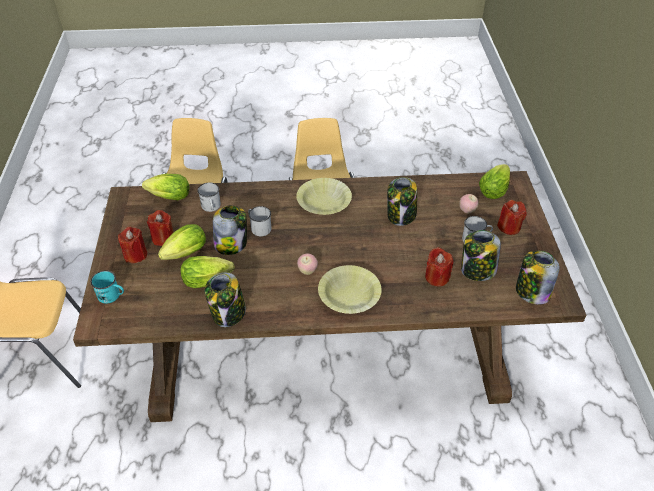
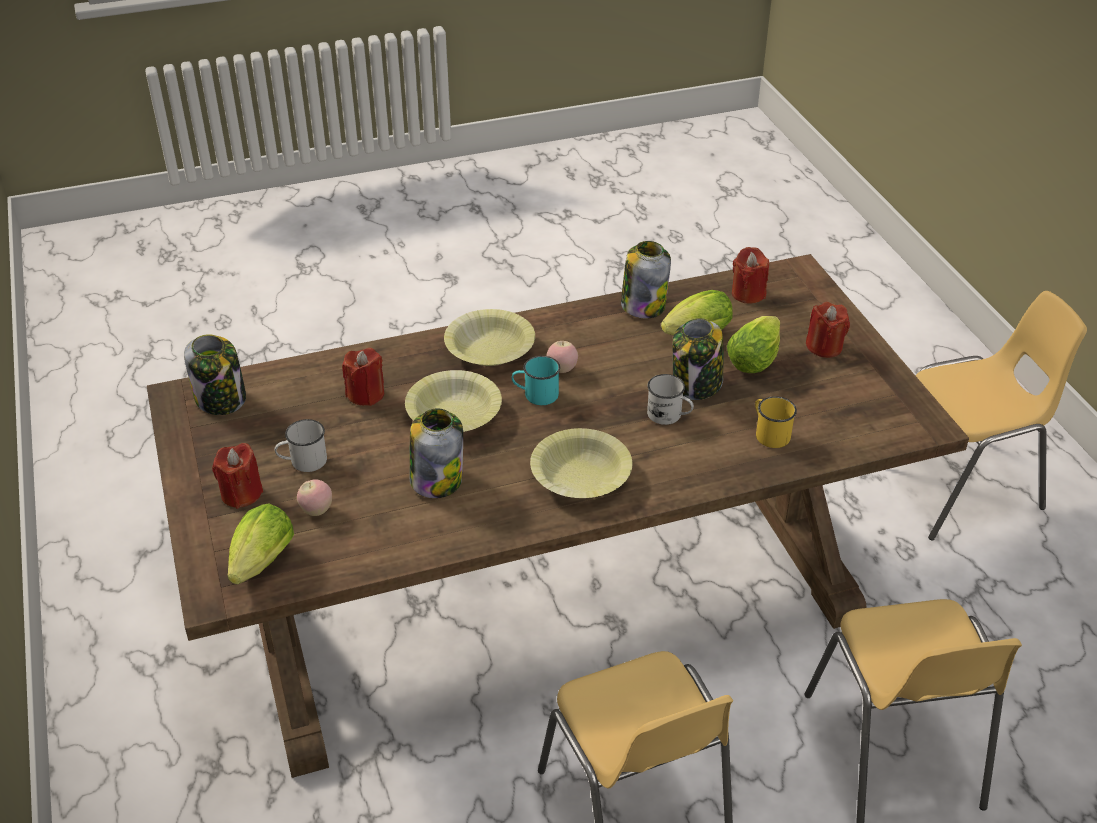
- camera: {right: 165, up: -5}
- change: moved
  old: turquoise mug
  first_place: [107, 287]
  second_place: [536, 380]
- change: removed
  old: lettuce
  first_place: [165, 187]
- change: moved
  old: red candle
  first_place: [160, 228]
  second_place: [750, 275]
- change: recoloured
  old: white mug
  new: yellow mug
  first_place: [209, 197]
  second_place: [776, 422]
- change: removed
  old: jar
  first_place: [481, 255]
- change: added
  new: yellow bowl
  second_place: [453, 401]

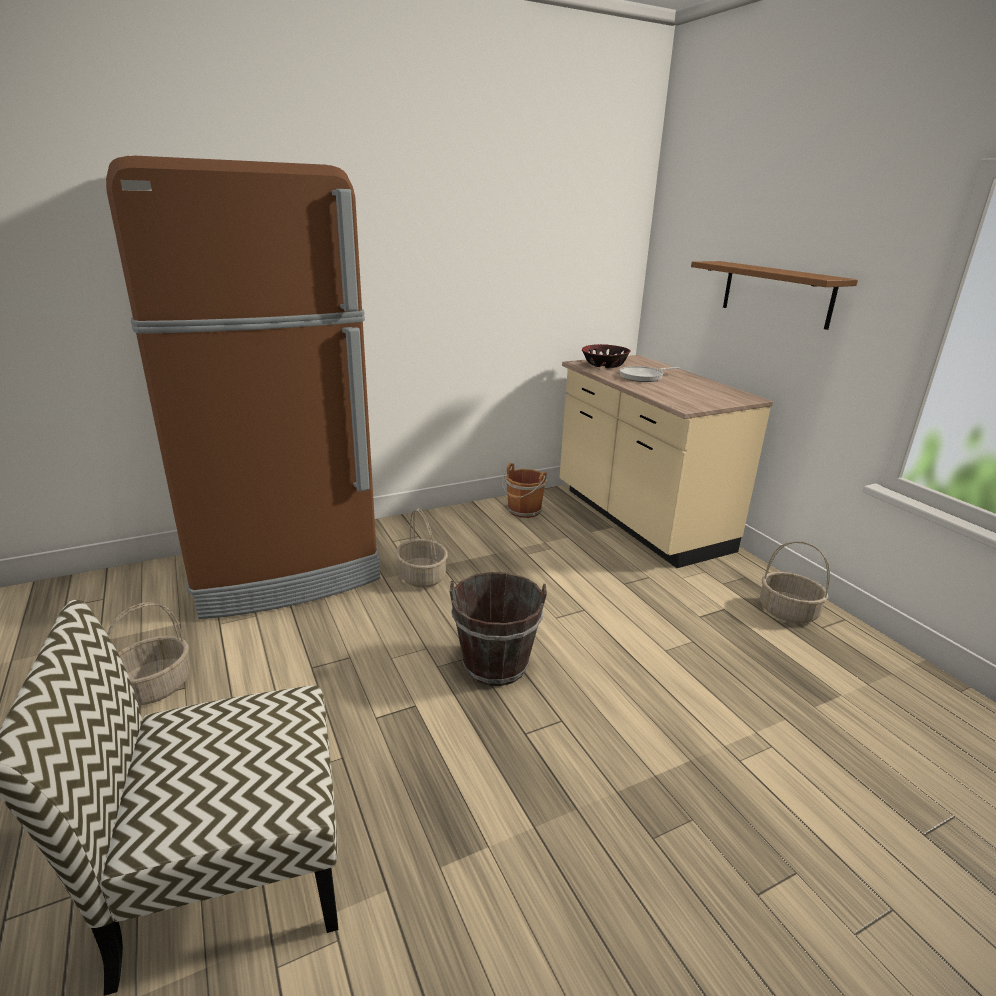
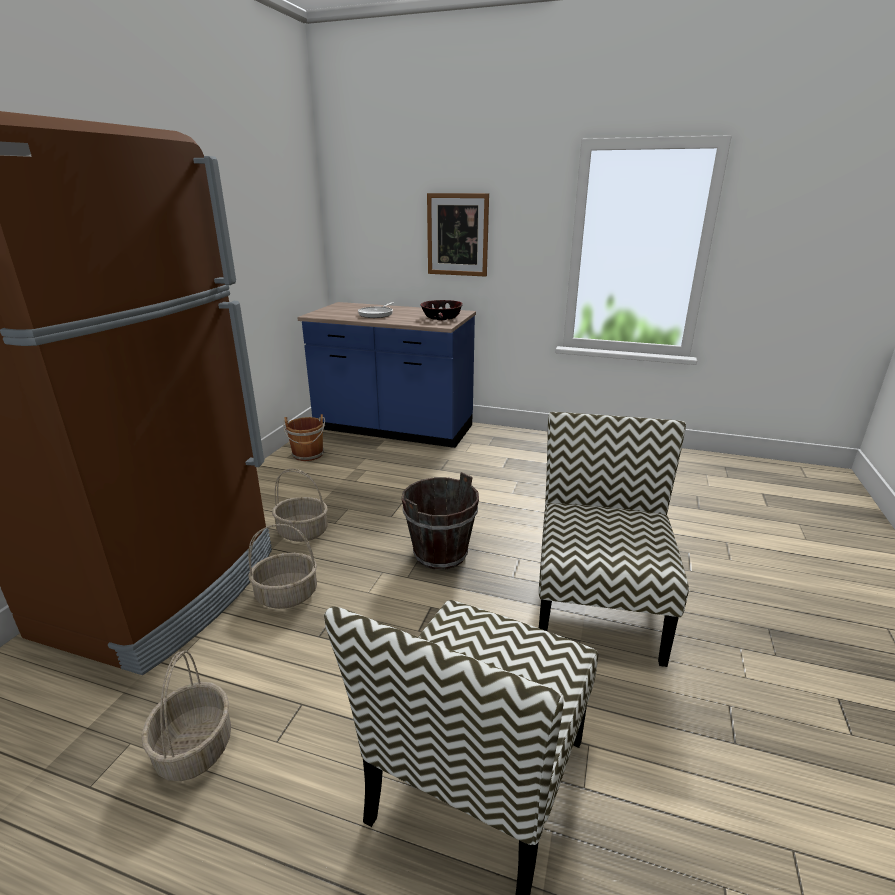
- camera: {right: -45, up: 0}
- change: recoloured
  old: beige counter
  new: blue counter
  first_place: [666, 461]
  second_place: [386, 375]
- change: moved
  old: bowl
  first_place: [606, 356]
  second_place: [441, 310]
- change: replaced
  old: brown shelf
  new: picture
  first_place: [774, 295]
  second_place: [458, 235]
- change: moved
  old: basket
  first_place: [795, 582]
  second_place: [282, 566]
- change: added
  new: chair
  second_place: [614, 539]

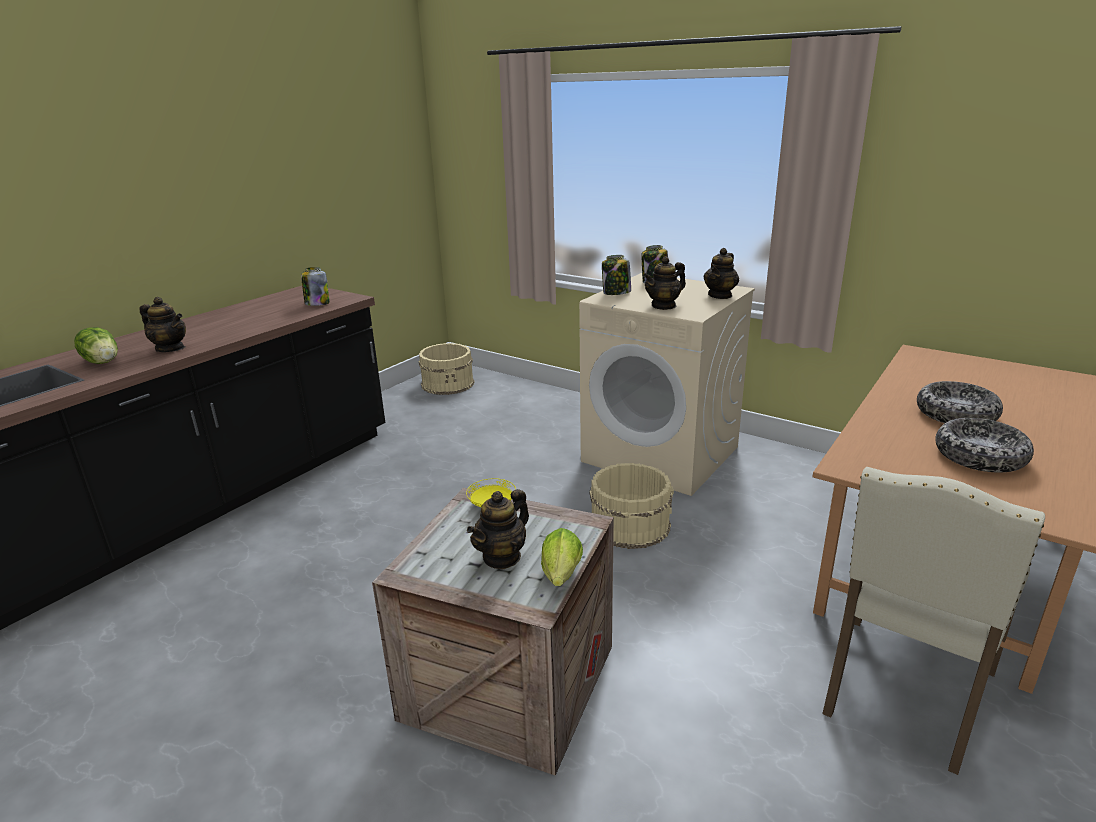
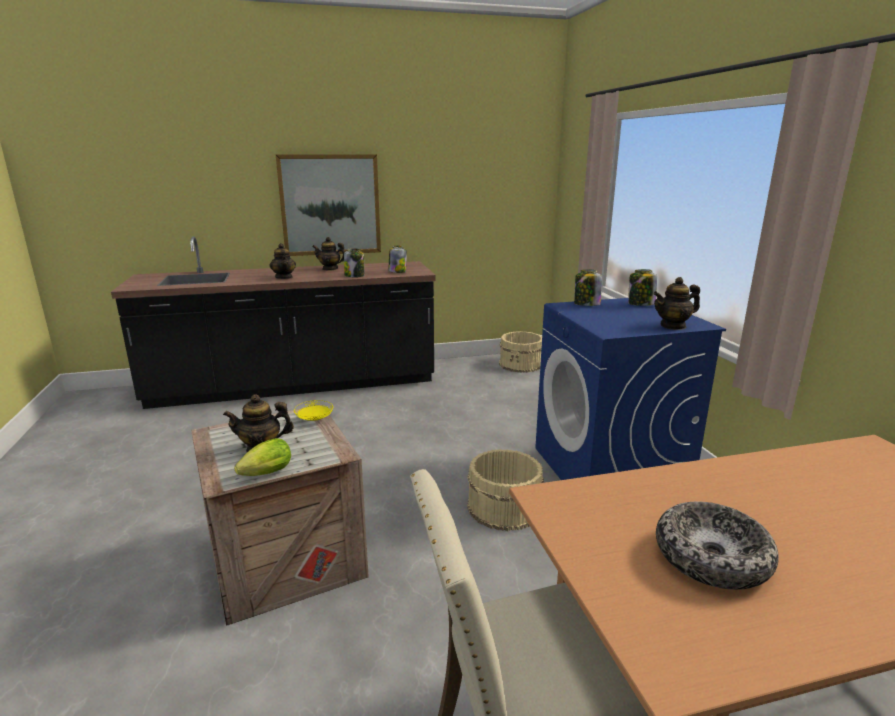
- camera: {right: 40, up: -5}
- change: removed
  old: lettuce
  first_place: [96, 345]
- change: recoloured
  old: beige washing machine
  new: blue washing machine
  first_place: [667, 384]
  second_place: [630, 389]
- change: moved
  old: teapot
  first_place: [664, 283]
  second_place: [328, 254]
- change: removed
  old: bowl
  first_place: [960, 402]
- change: added
  new: picture
  second_place: [328, 205]
- change: added
  new: jar
  second_place: [354, 262]

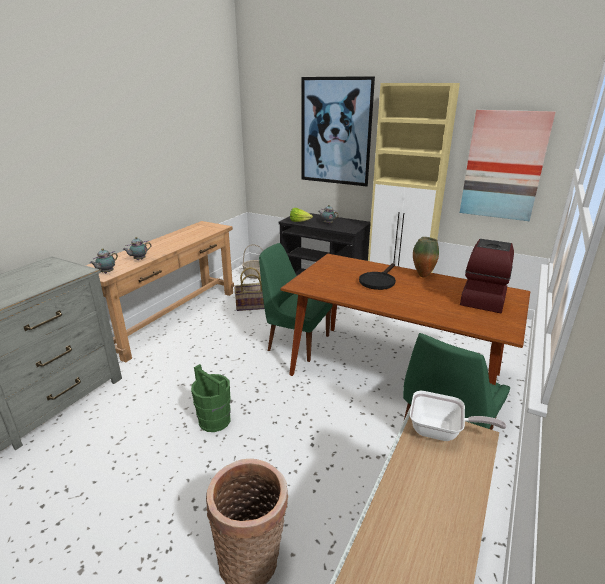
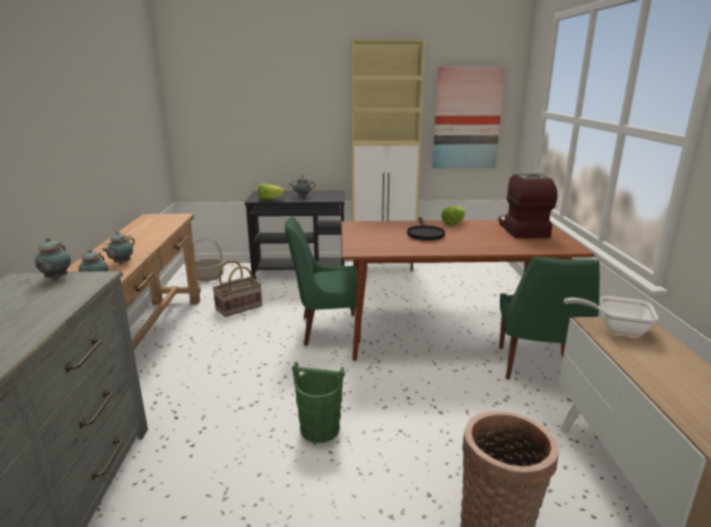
- camera: {right: -30, up: -5}
- change: removed
  old: picture
  first_place: [338, 131]
- change: turned
  old: frying pan
  first_place: [458, 416]
  second_place: [611, 316]
  degrees: -150
- change: replaced
  old: vase
  new: lettuce
  first_place: [426, 257]
  second_place: [453, 215]
- change: added
  new: teapot
  second_place: [52, 259]

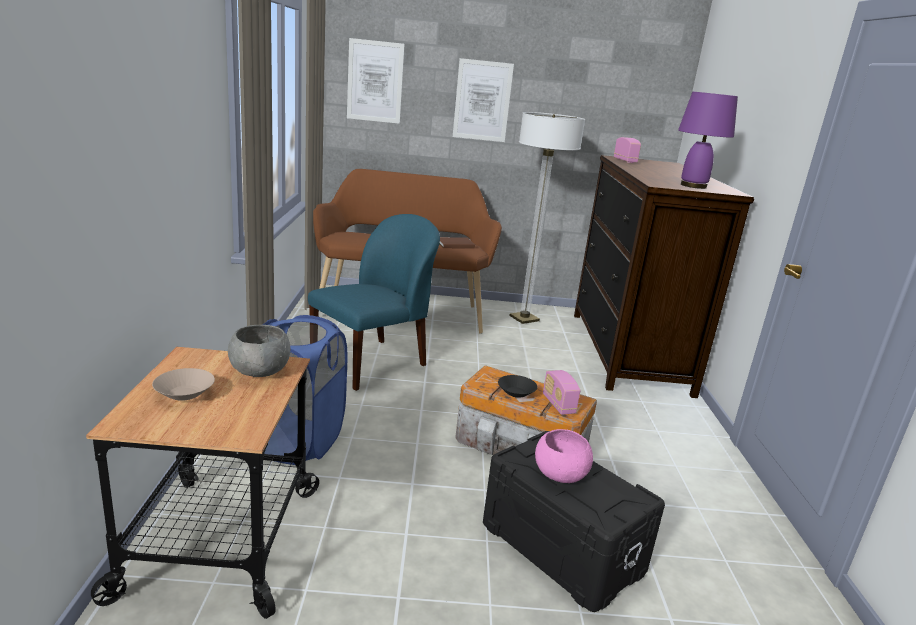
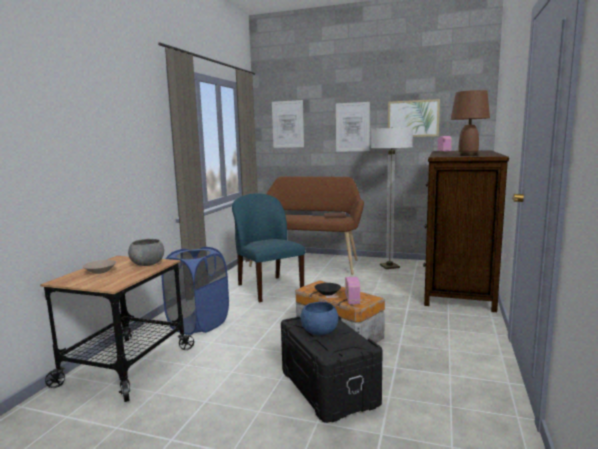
- camera: {right: 20, up: -10}
- change: turned
  old: blue chair
  first_place: [374, 302]
  second_place: [268, 247]
  degrees: -90
- change: recoloured
  old: pink bowl
  new: blue bowl
  first_place: [564, 456]
  second_place: [319, 318]
- change: recoloured
  old: purple table lamp
  new: brown table lamp
  first_place: [708, 140]
  second_place: [470, 123]
- change: added
  new: picture
  second_place: [414, 118]

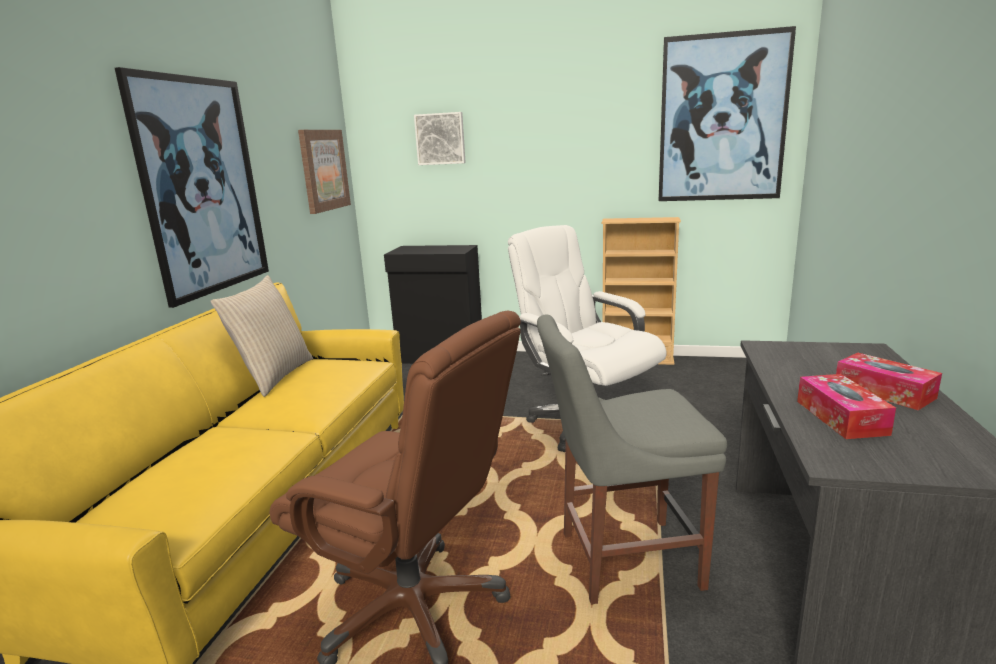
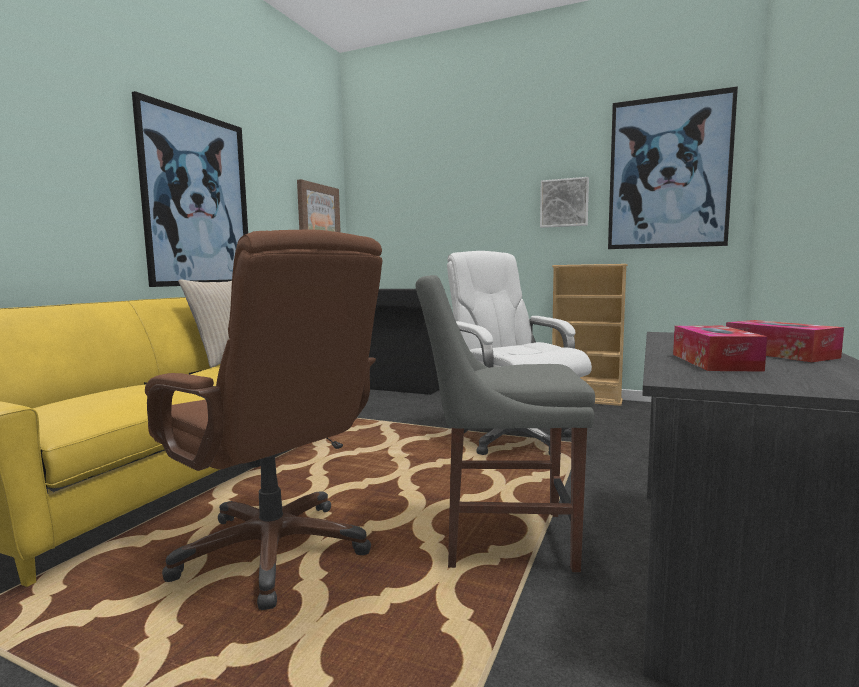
- camera: {right: 10, up: -10}
- change: moved
  old: picture
  first_place: [440, 138]
  second_place: [564, 202]

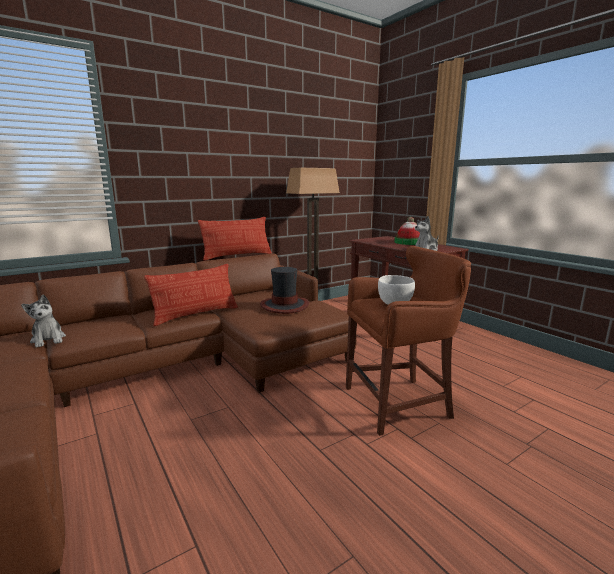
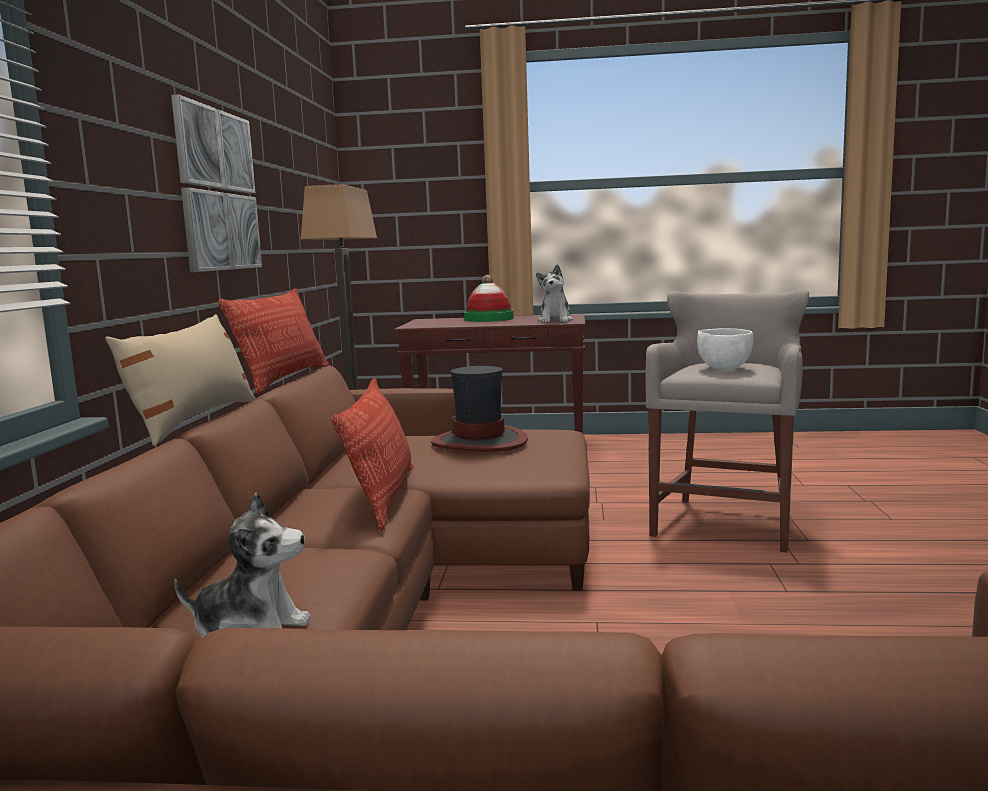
- camera: {right: -50, up: -5}
- change: recoloured
  old: brown stool
  new: grey stool
  first_place: [408, 341]
  second_place: [727, 421]
- change: added
  new: beige pillow
  second_place: [180, 380]
- change: added
  new: picture
  second_place: [216, 183]

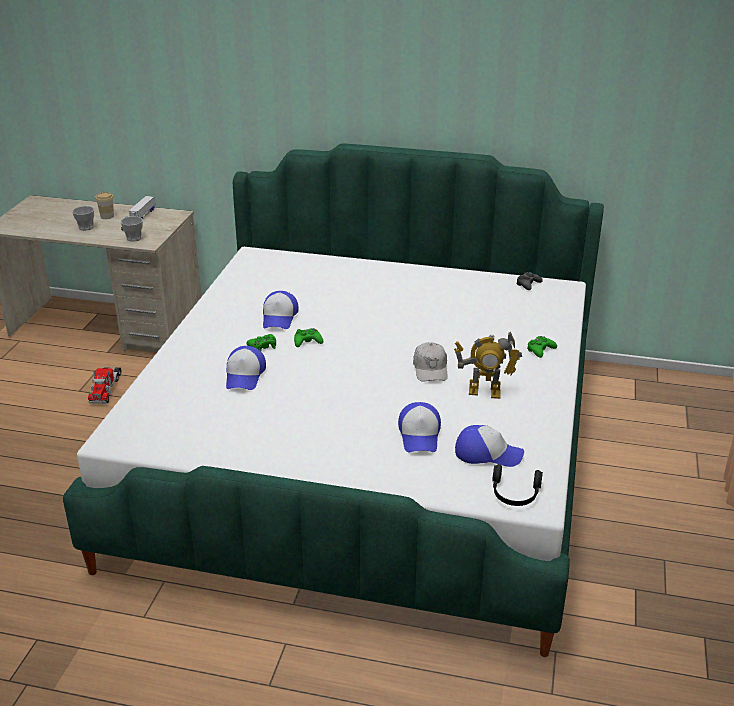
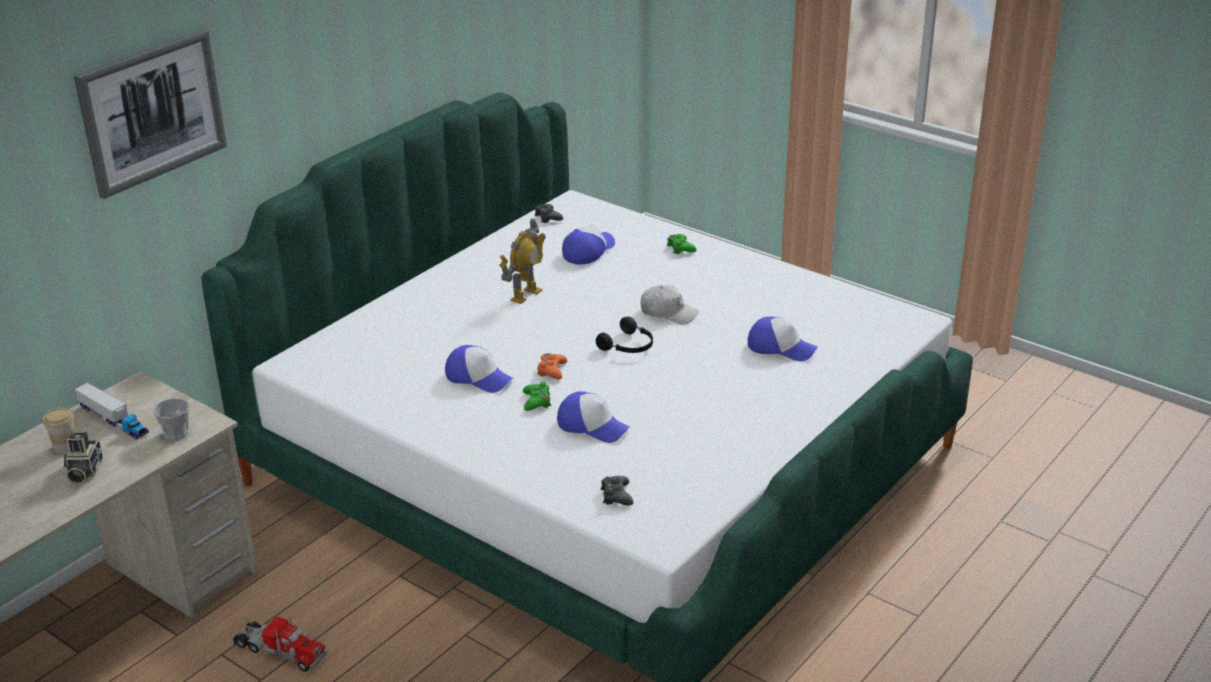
- camera: {right: -65, up: 0}
- change: replaced
  old: cup
  new: photo camera
  first_place: [83, 218]
  second_place: [83, 458]
- change: recoloured
  old: green game controller
  new: orange game controller
  first_place: [308, 337]
  second_place: [552, 366]
- change: moved
  old: toy robot
  first_place: [488, 365]
  second_place: [522, 261]
- change: moved
  old: cap
  first_place: [489, 446]
  second_place: [588, 244]
- change: moved
  old: black headphones
  first_place: [517, 485]
  second_place: [624, 335]
- change: added
  new: picture
  second_place: [150, 114]
- change: added
  new: black game controller
  second_place: [617, 490]

